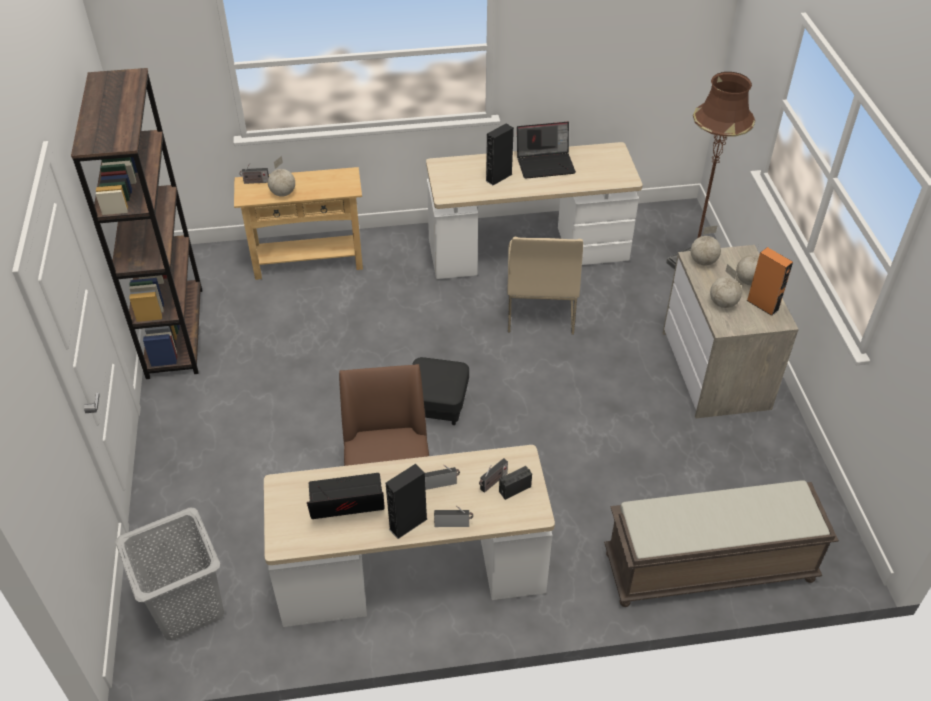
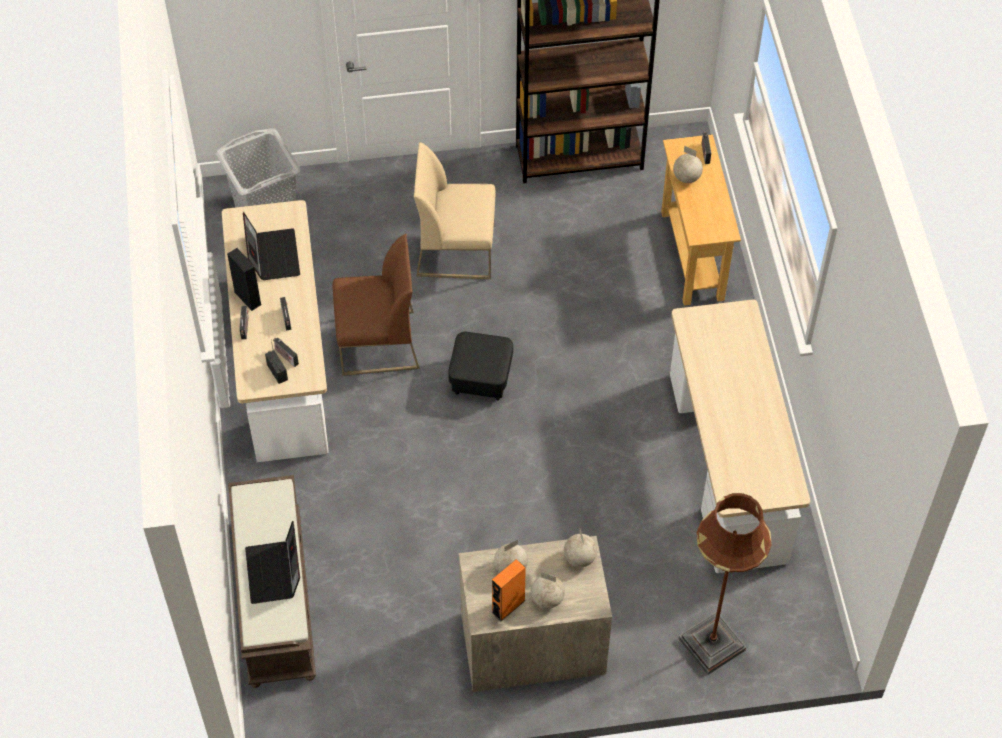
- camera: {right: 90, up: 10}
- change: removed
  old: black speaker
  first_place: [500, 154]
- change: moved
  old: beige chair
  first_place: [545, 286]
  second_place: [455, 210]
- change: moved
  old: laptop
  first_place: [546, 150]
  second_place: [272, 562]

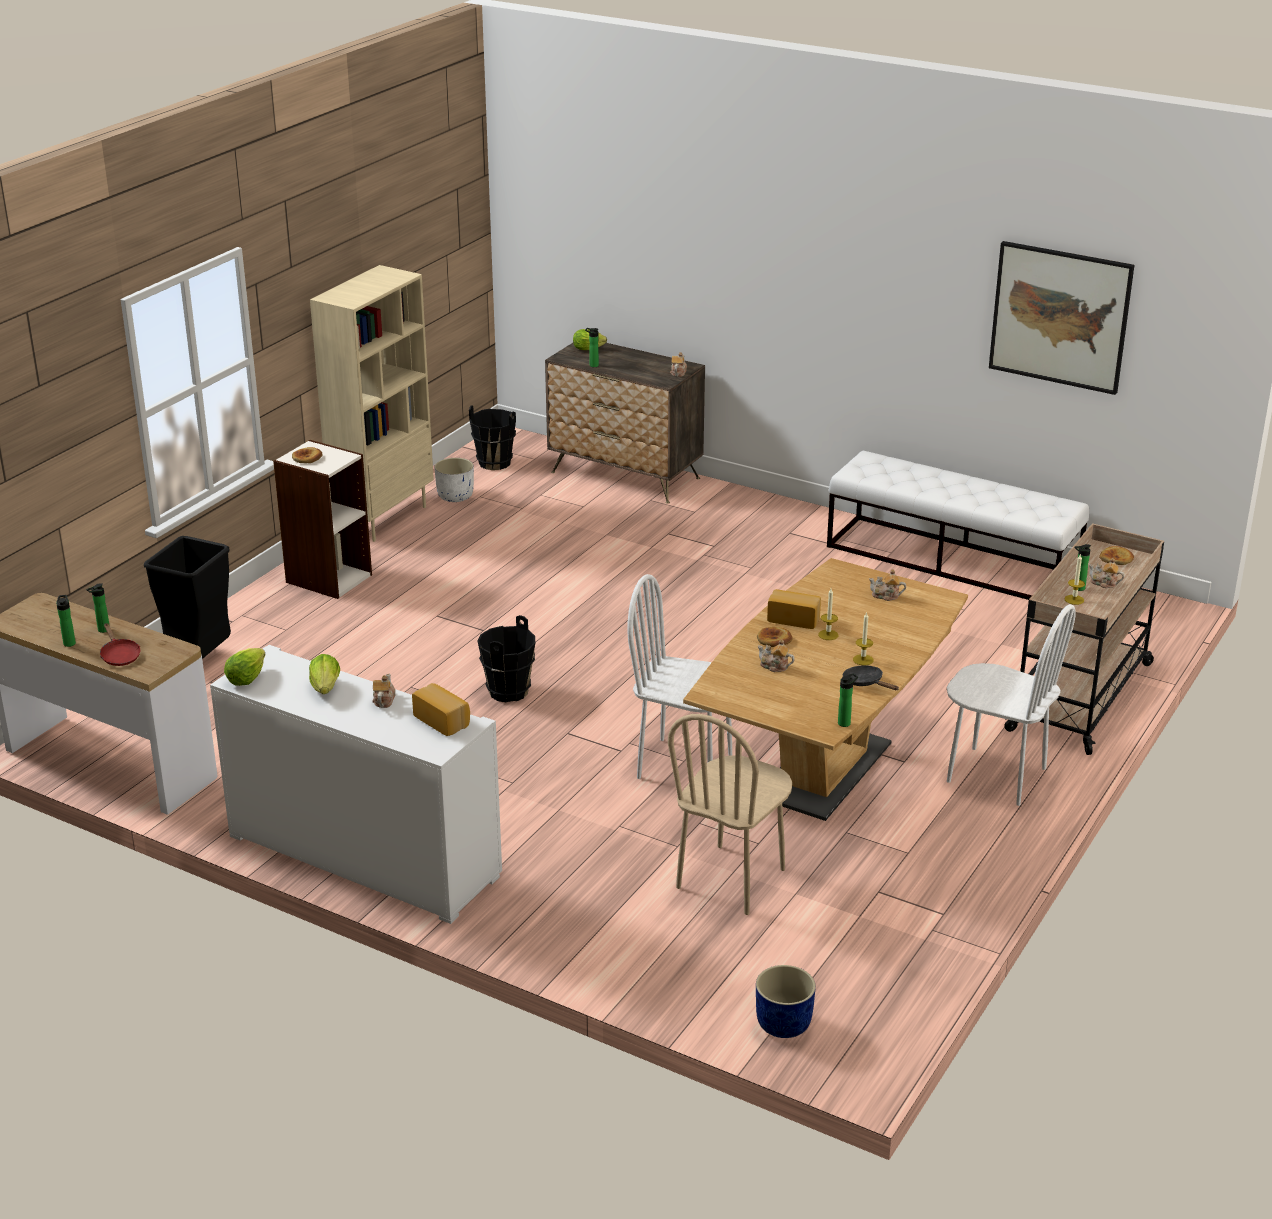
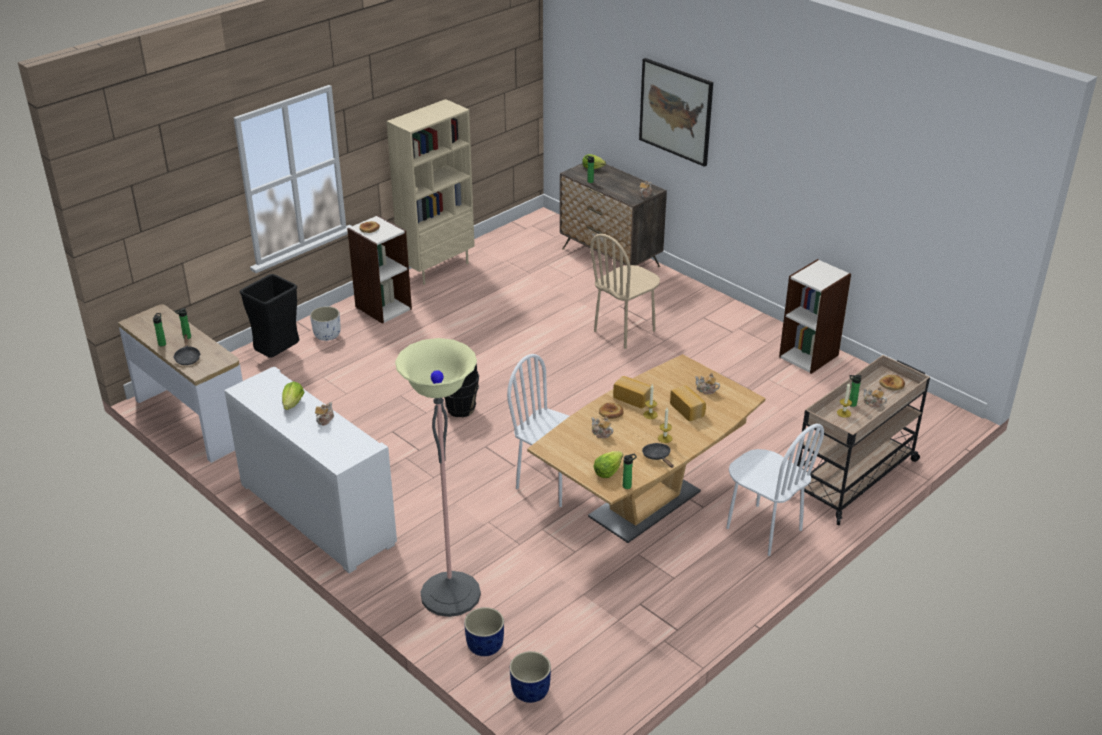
- camera: {right: 15, up: 5}
- change: recoloured
  old: red frying pan
  new: black frying pan
  first_place: [120, 644]
  second_place: [187, 349]
- change: moved
  old: lettuce
  first_place: [244, 667]
  second_place: [608, 464]
- change: moved
  old: bread
  first_place: [441, 709]
  second_place: [688, 403]
- change: moved
  old: white planter
  first_place: [454, 480]
  second_place: [325, 323]
- change: removed
  old: black bucket
  first_place: [492, 438]
- change: moved
  old: beige chair
  first_place: [730, 814]
  second_place: [625, 291]
- change: replaced
  old: white bench
  new: bookcase
  first_place: [958, 525]
  second_place: [815, 316]
- change: moved
  old: picture
  first_place: [1061, 318]
  second_place: [676, 112]
- change: added
  new: floor lamp
  second_place: [438, 477]
- change: added
  new: blue planter
  second_place: [484, 631]

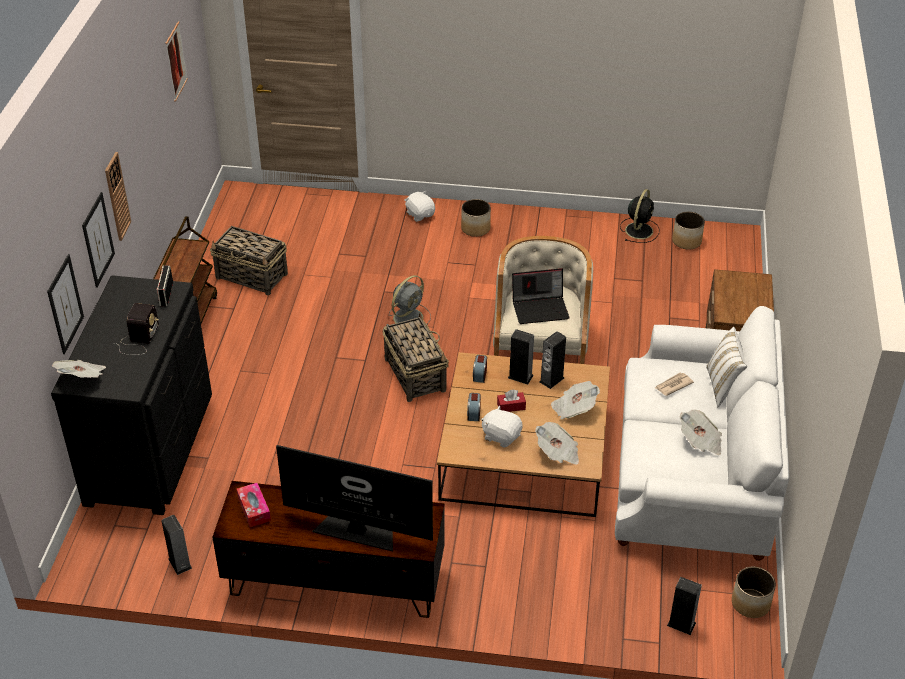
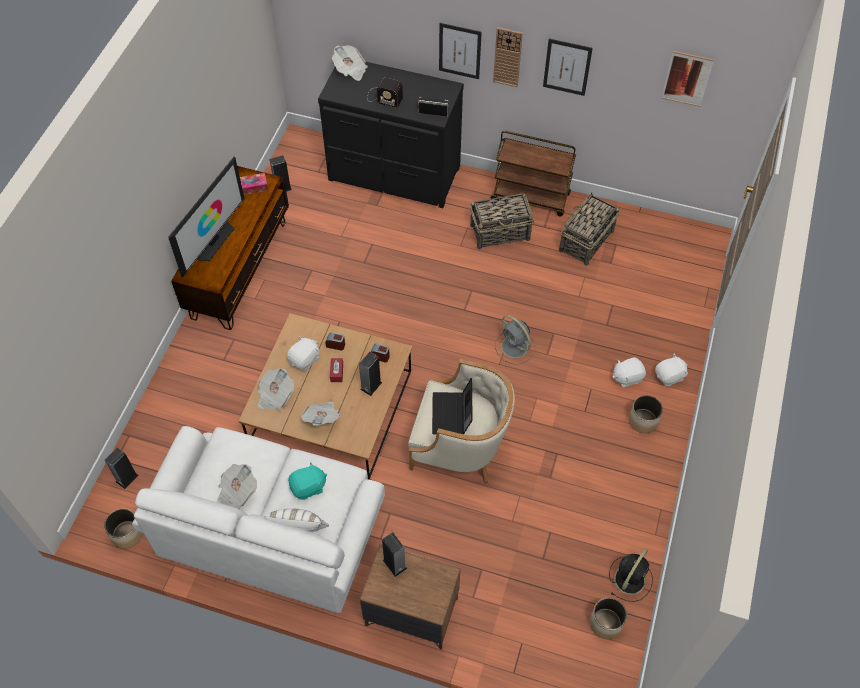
- camera: {right: 100, up: 15}
- change: moved
  old: picture
  first_place: [65, 304]
  second_place: [568, 67]
- change: moved
  old: basket
  first_place: [416, 357]
  second_place: [502, 221]
- change: moved
  old: speaker
  first_place: [552, 360]
  second_place: [394, 554]
- change: turned
  old: black fan
  first_place: [640, 216]
  second_place: [631, 575]
  degrees: -90
- change: replaced
  old: newspaper
  new: turquoise plush toy
  first_place: [674, 384]
  second_place: [307, 481]
- change: added
  new: white plush toy
  second_place: [629, 372]

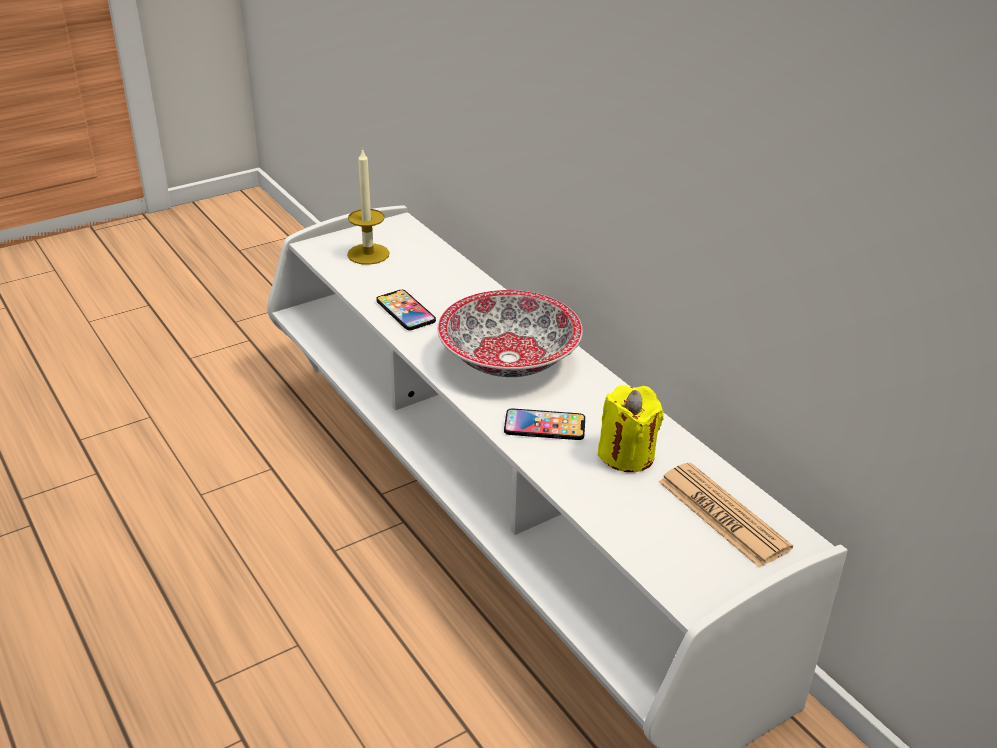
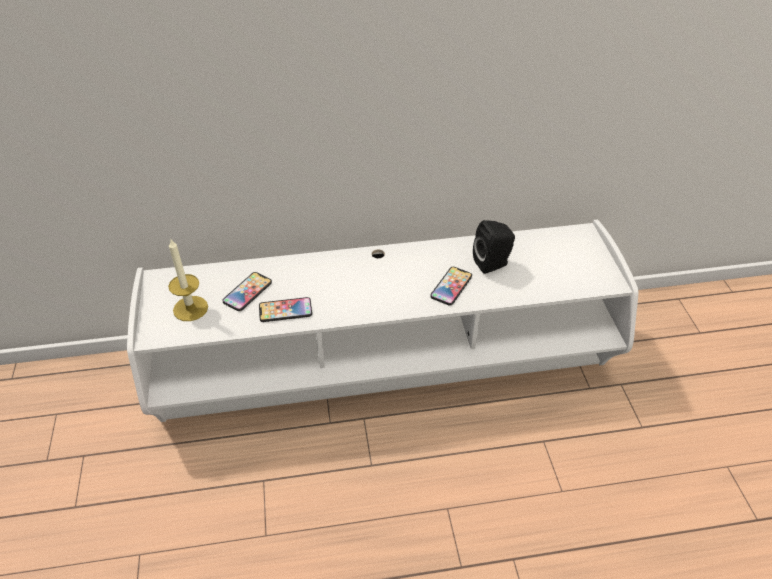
- camera: {right: -65, up: 10}
- change: removed
  old: bowl
  first_place: [510, 333]
- change: replaced
  old: yellow candle
  new: black speaker
  first_place: [631, 428]
  second_place: [494, 247]
- change: removed
  old: newspaper
  first_place: [725, 515]
- change: added
  new: phone
  second_place: [247, 291]

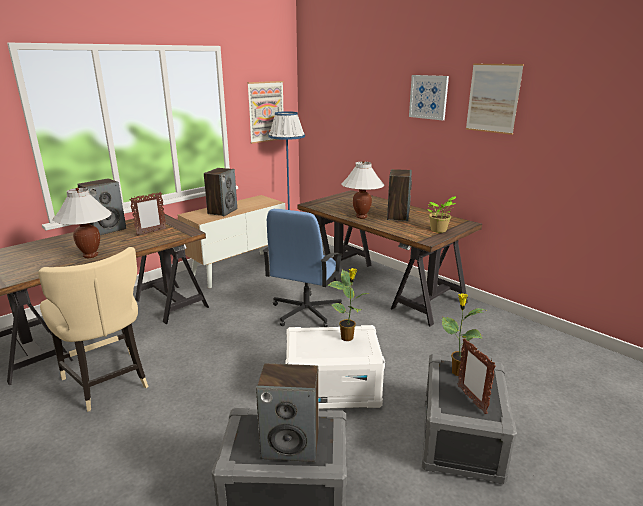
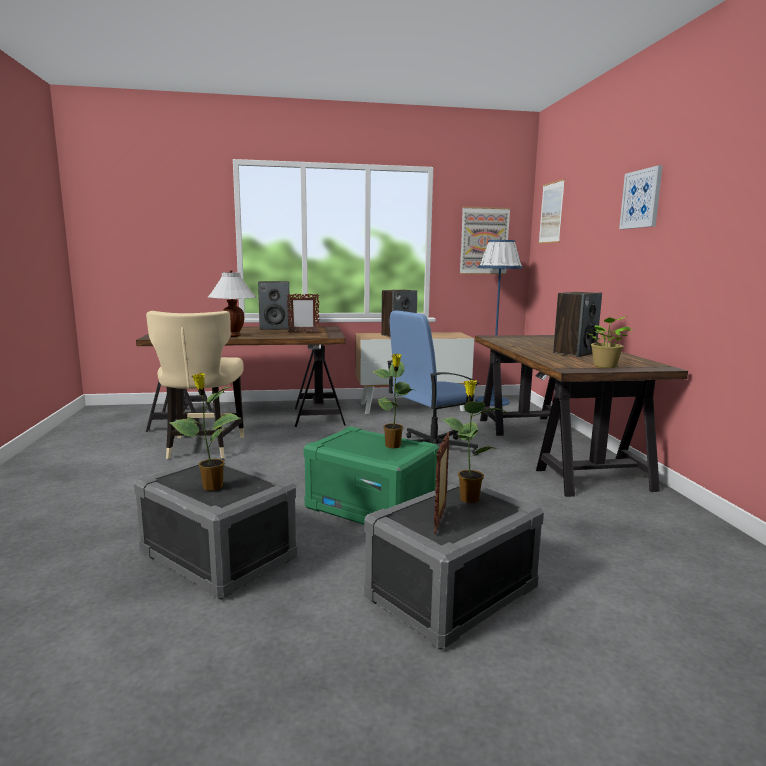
- camera: {right: 35, up: -10}
- change: replaced
  old: speaker
  new: potted plant
  first_place: [287, 412]
  second_place: [205, 432]
- change: recoloured
  old: white storage box
  new: green storage box
  first_place: [335, 367]
  second_place: [371, 475]
- change: removed
  old: white table lamp
  first_place: [362, 190]
- change: moved
  old: picture
  first_place: [495, 99]
  second_place: [552, 211]

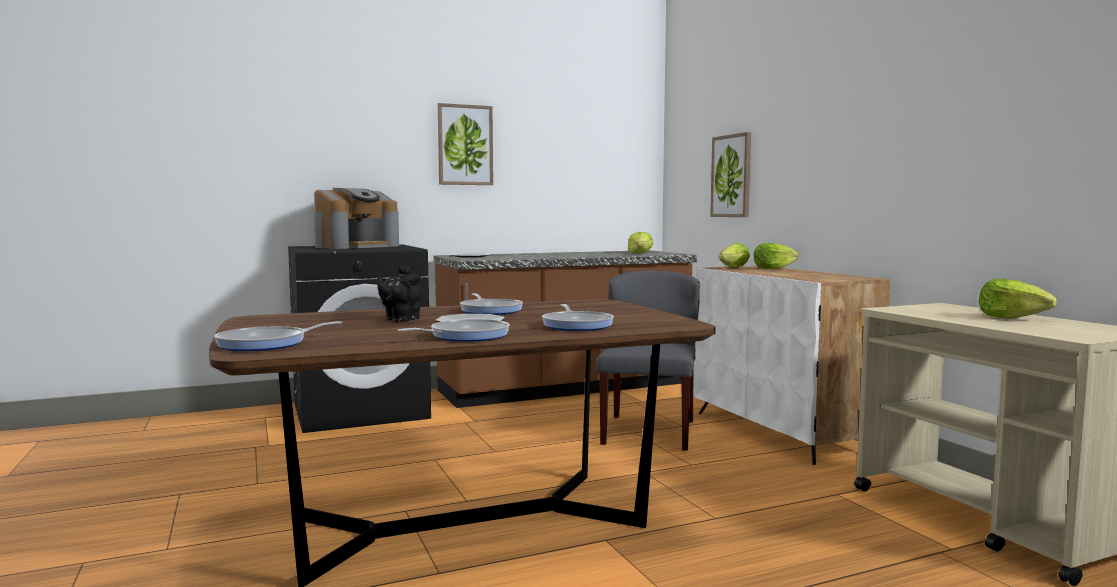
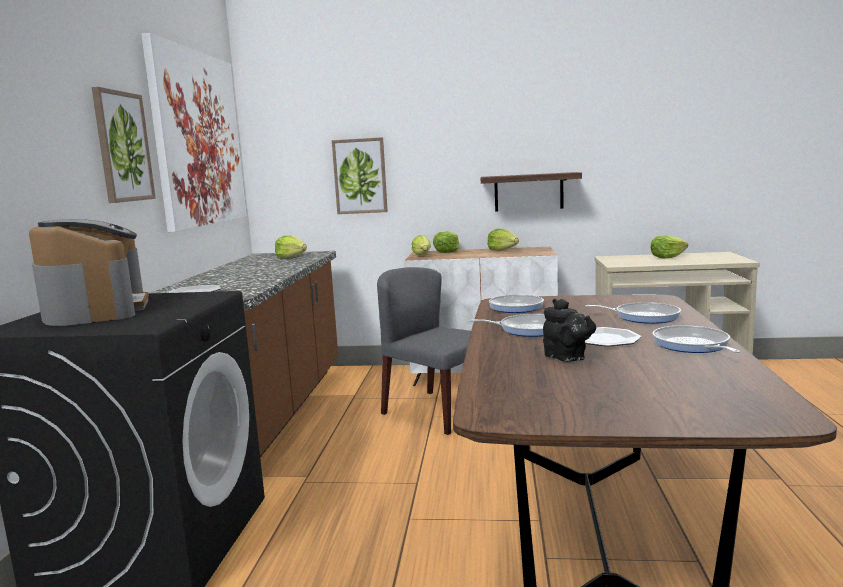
- camera: {right: -60, up: 5}
- change: moved
  old: frying pan
  first_place: [278, 336]
  second_place: [516, 300]
- change: added
  new: picture
  second_place: [194, 132]
- change: added
  new: shelf
  second_place: [531, 192]
- change: added
  new: lettuce
  second_place: [503, 240]

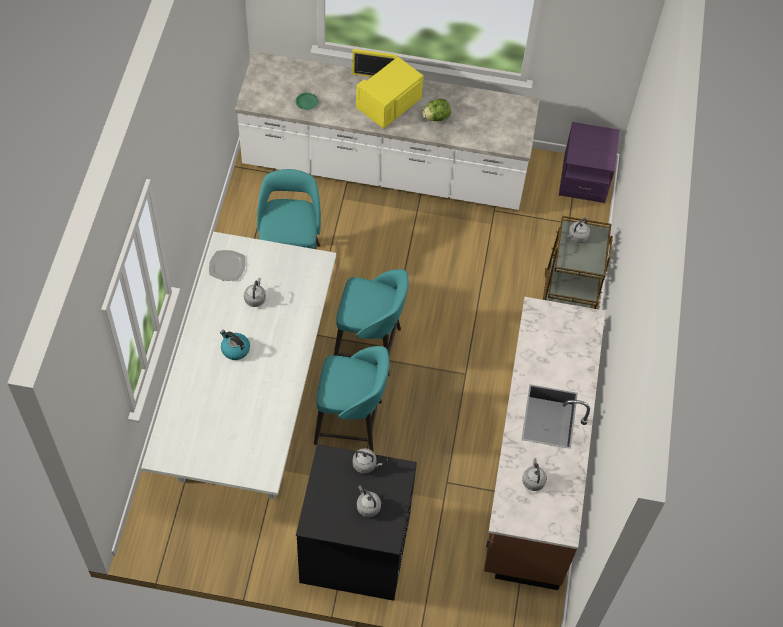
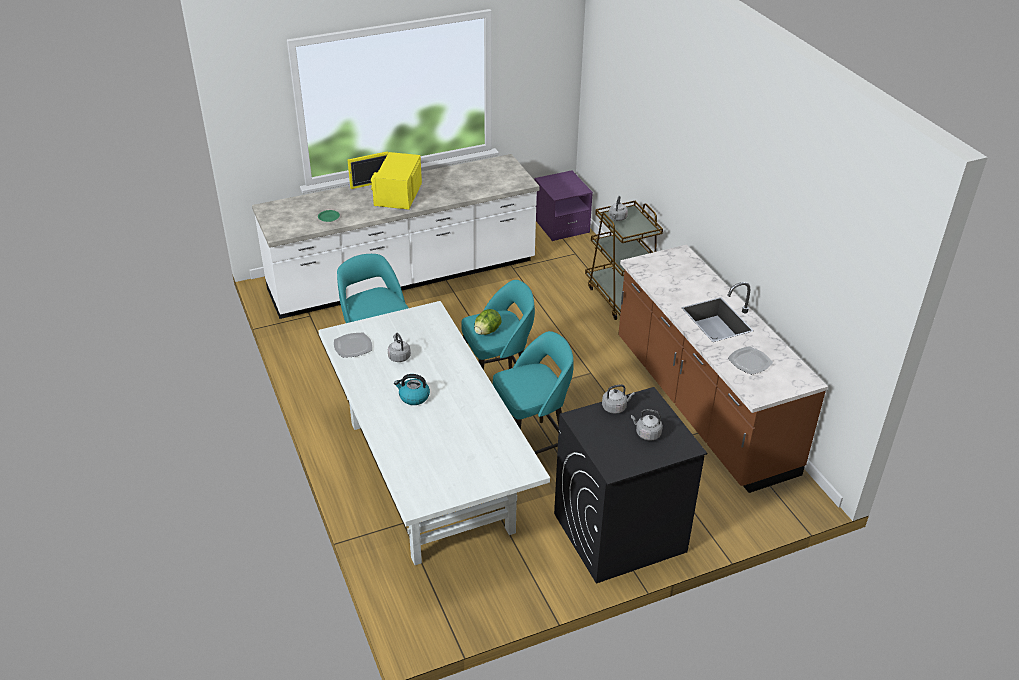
- camera: {right: -30, up: -20}
- change: moved
  old: lettuce
  first_place: [436, 110]
  second_place: [488, 322]
- change: replaced
  old: grey kettle
  new: plate
  first_place: [534, 474]
  second_place: [750, 360]

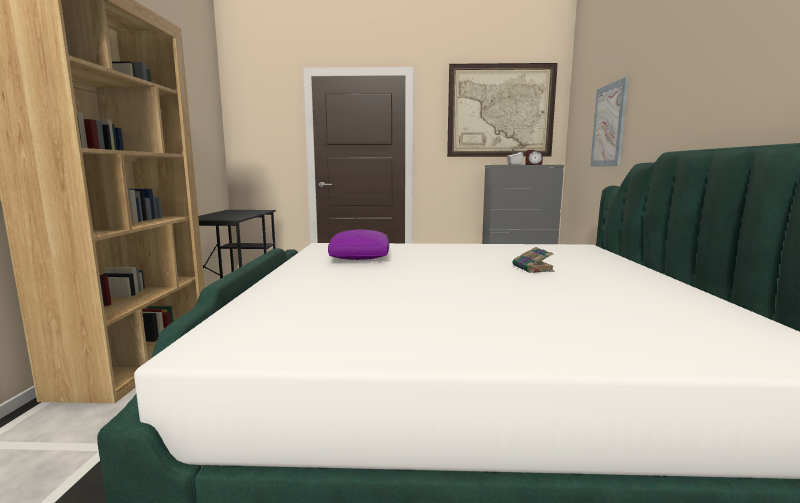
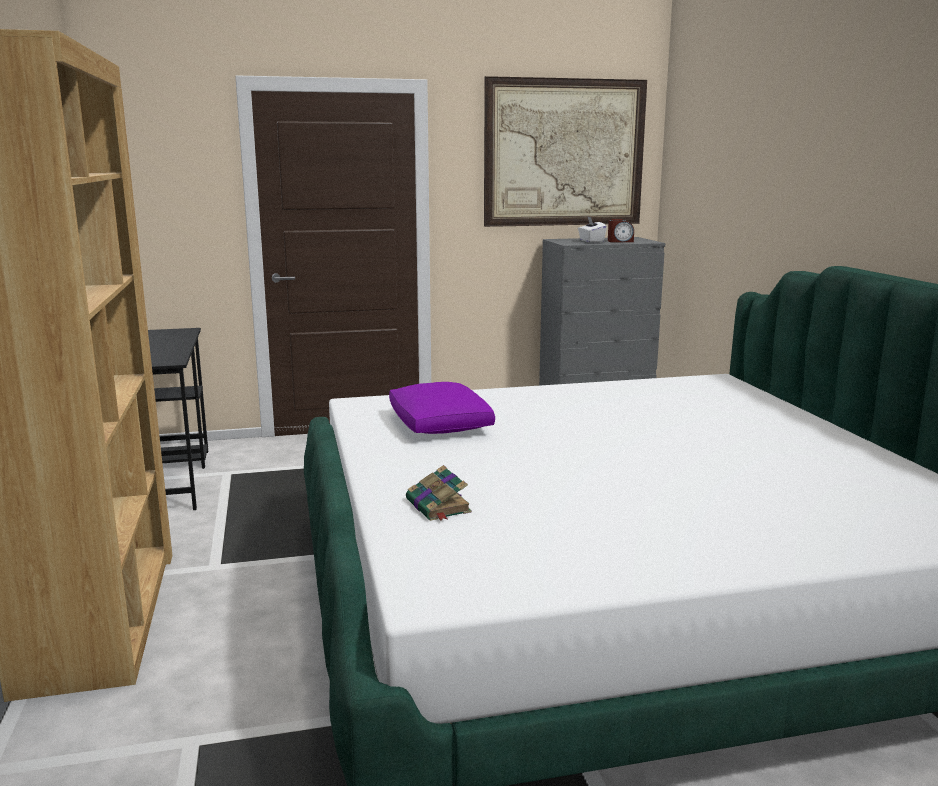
- camera: {right: -15, up: 5}
- change: moved
  old: book
  first_place: [533, 260]
  second_place: [439, 493]
- change: removed
  old: picture
  first_place: [609, 122]

